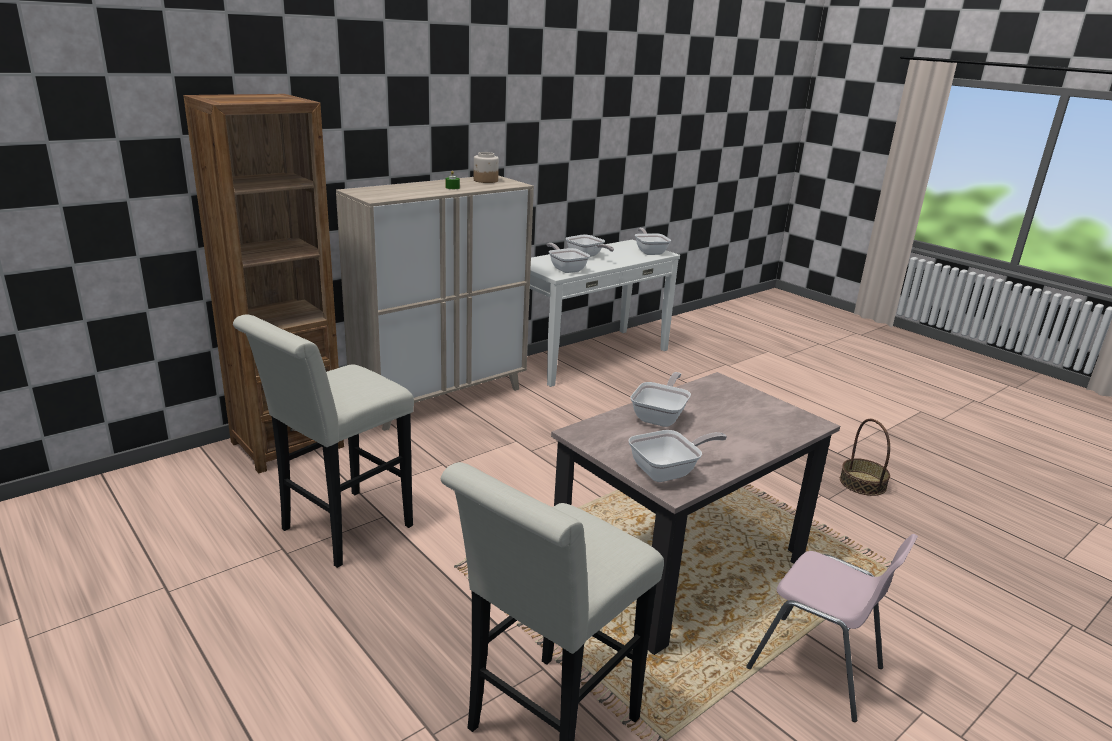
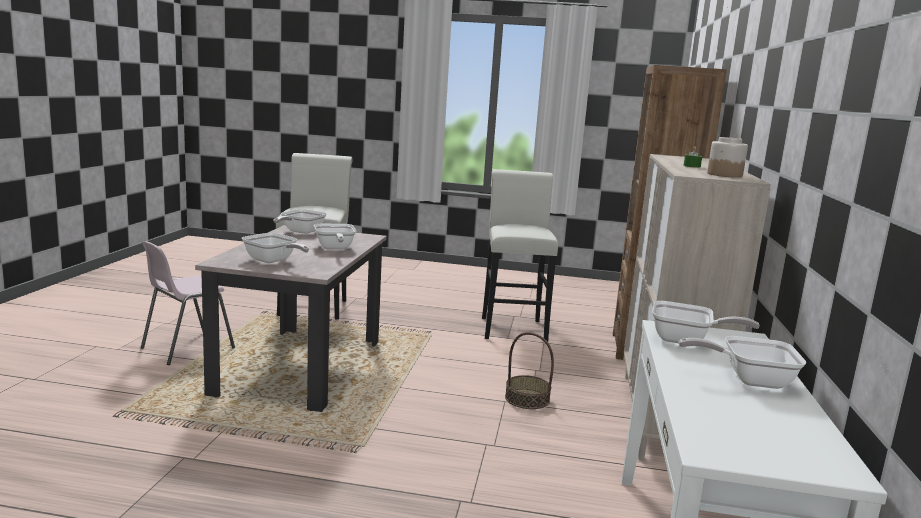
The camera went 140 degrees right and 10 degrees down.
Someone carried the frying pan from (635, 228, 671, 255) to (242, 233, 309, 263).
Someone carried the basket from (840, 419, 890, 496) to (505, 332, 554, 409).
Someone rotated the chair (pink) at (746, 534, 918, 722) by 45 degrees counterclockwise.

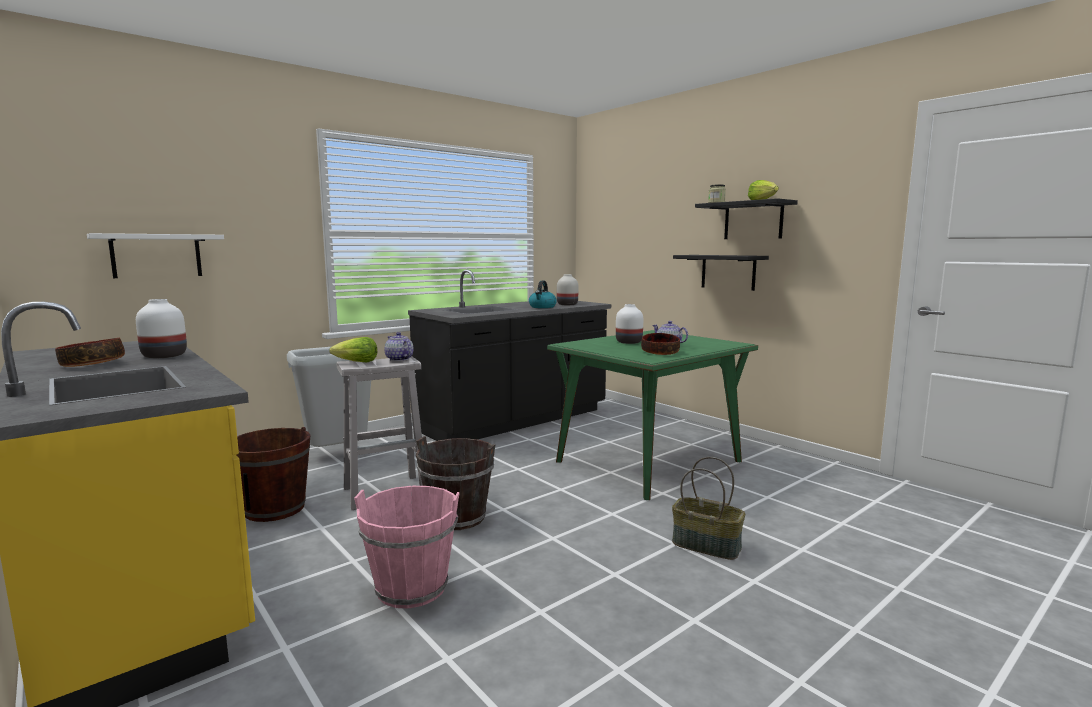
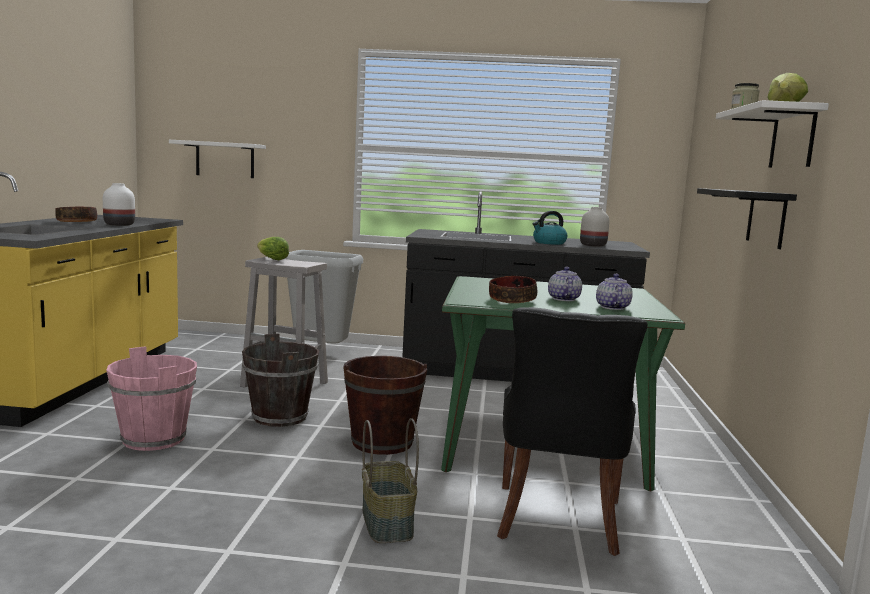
The camera went 45 degrees right and 0 degrees up.
Someone repainted the shelf (black) at (695, 198, 798, 239), which became the shelf (white) at (716, 100, 829, 168).
Someone took away the vase (white) at (616, 304, 643, 344).
Someone carried the teapot from (385, 332, 413, 361) to (596, 274, 633, 310).
Someone carried the bucket (brown) from (237, 427, 311, 522) to (343, 356, 427, 455).
Someone put down the chair (black) at (497, 307, 648, 556).

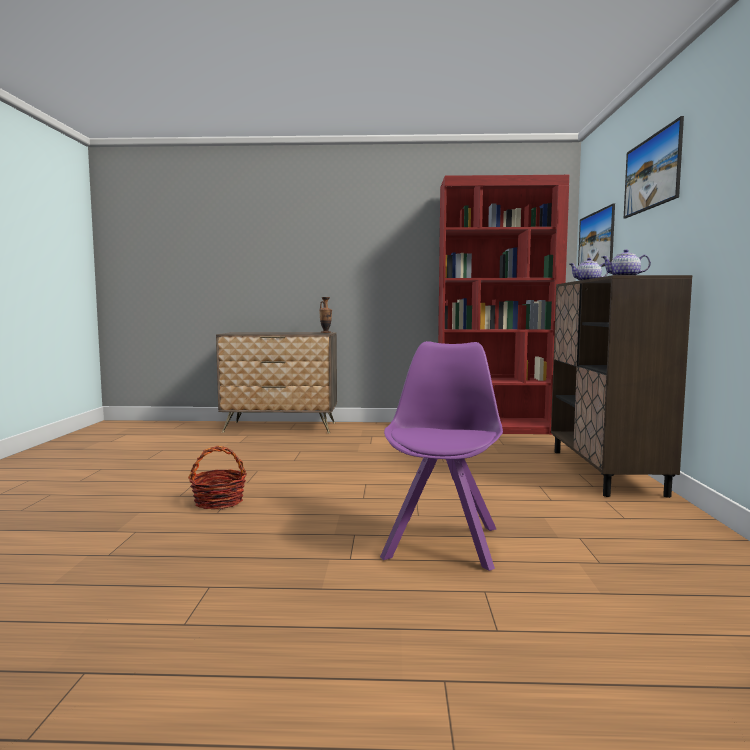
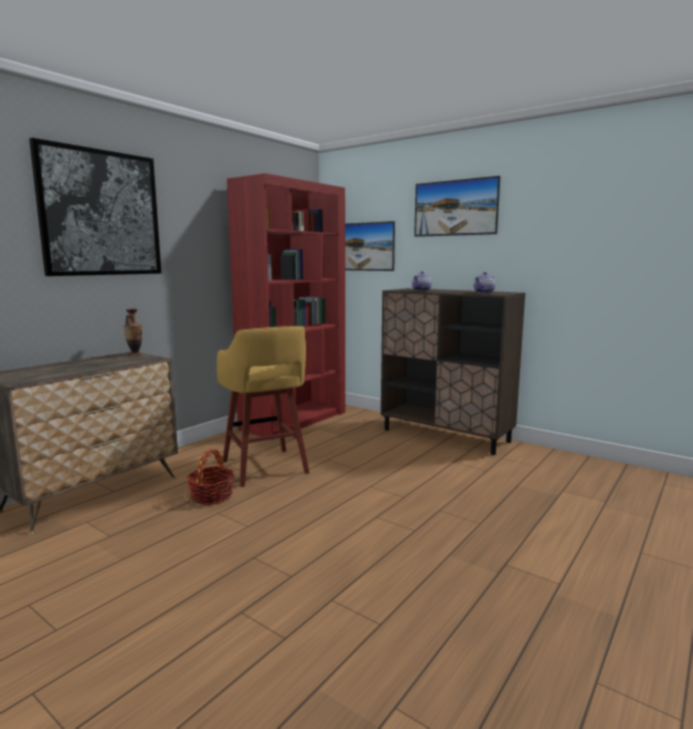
The camera went 55 degrees left and 5 degrees up.
Someone took away the chair (purple) at (380, 341, 503, 571).
Someone carried the basket from (188, 446, 247, 509) to (187, 449, 235, 505).
Someone put up the picture at (29, 138, 161, 276).
Someone put down the stool (yellow) at (217, 326, 310, 487).

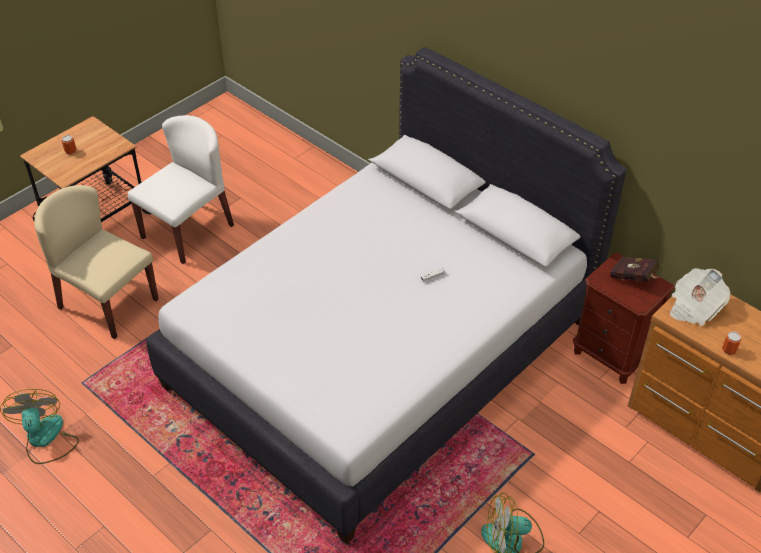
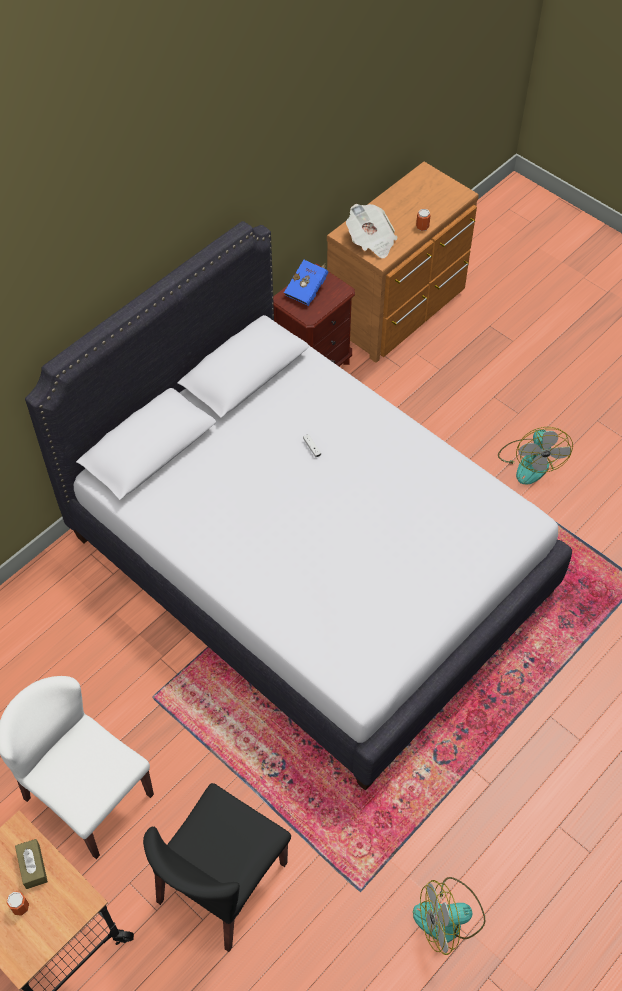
The camera went 90 degrees left and 10 degrees up.
Someone repainted the chair (beige) at (34, 185, 158, 339), which became the chair (black) at (143, 783, 291, 952).
Someone repainted the book (red) at (610, 257, 660, 282), which became the book (blue) at (284, 260, 328, 306).
Someone put down the tissue box (brown) at (15, 839, 48, 889).

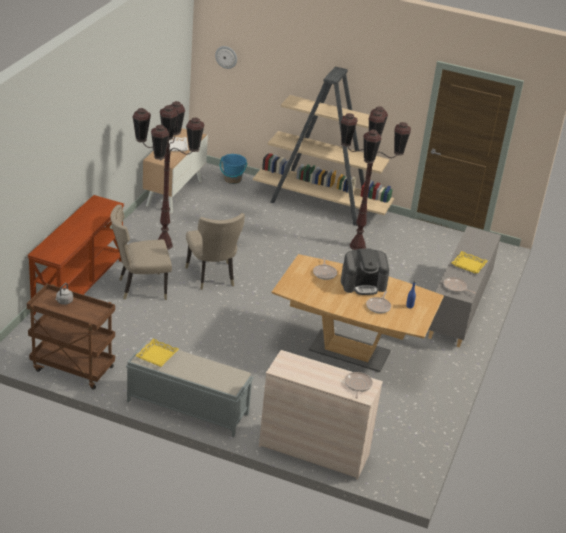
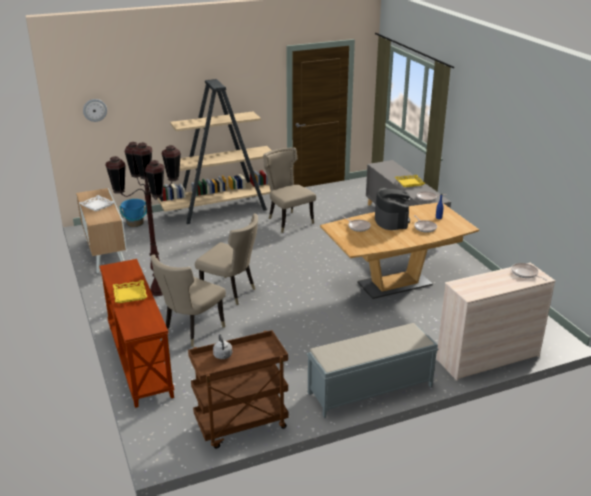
The camera went 40 degrees left and 5 degrees down.
Someone swapped the floor lamp (brown) at (341, 106, 411, 250) for the chair (beige) at (263, 147, 316, 233).
Someone rotated the coffee machine at (341, 248, 389, 295) by 45 degrees counterclockwise.
Someone carried the tray (yellow) from (135, 338, 179, 367) to (113, 280, 147, 303).

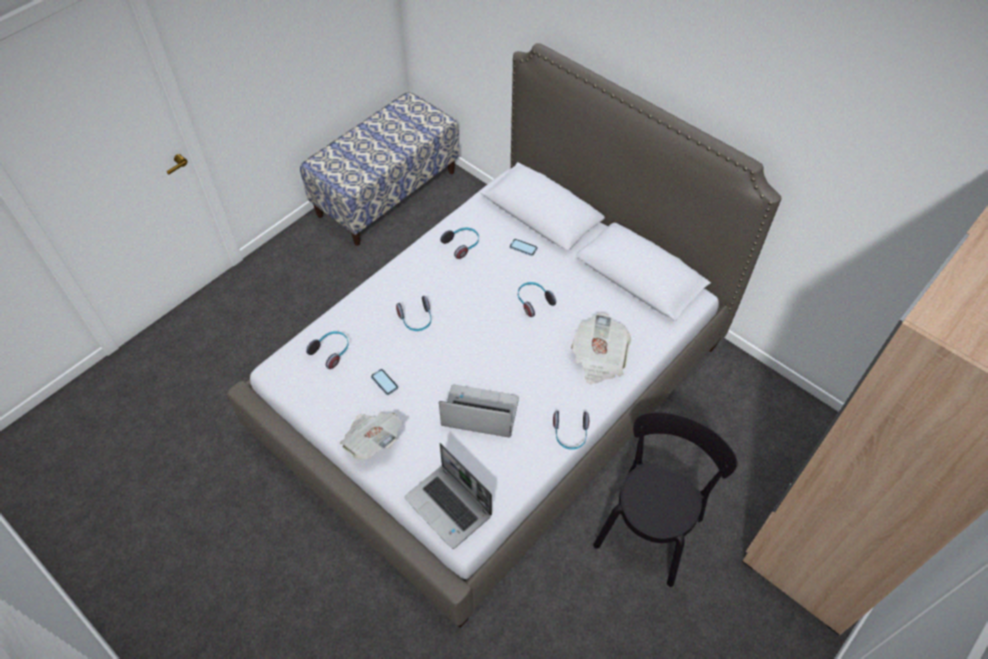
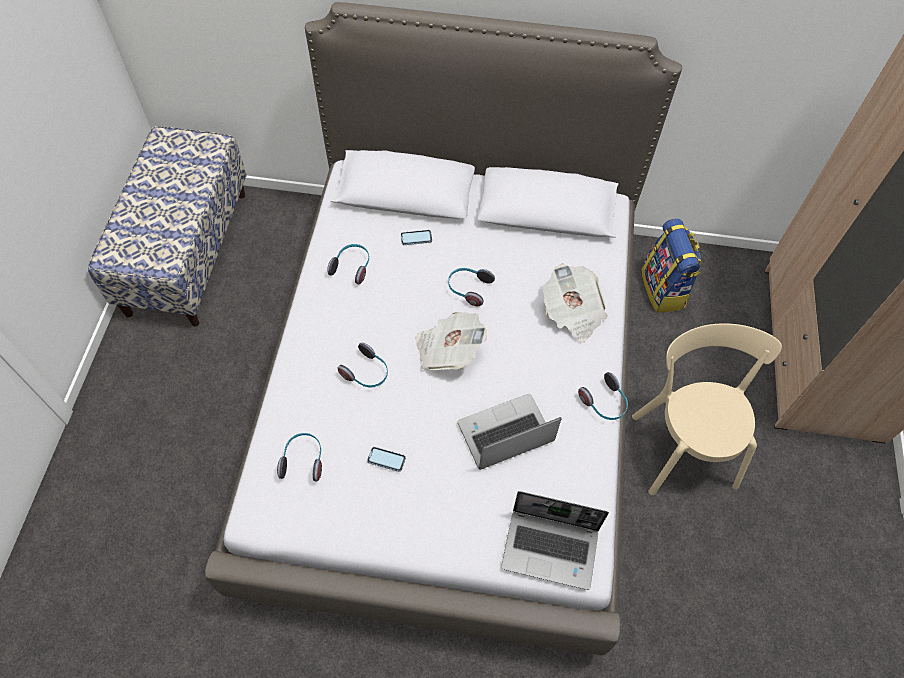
The camera went 35 degrees left and 5 degrees up.
Someone carried the newspaper from (339, 412, 403, 459) to (415, 312, 487, 370).
Someone repainted the chair (black) at (593, 412, 738, 587), which became the chair (beige) at (632, 323, 782, 495).
Someone put down the backpack at (641, 219, 701, 313).

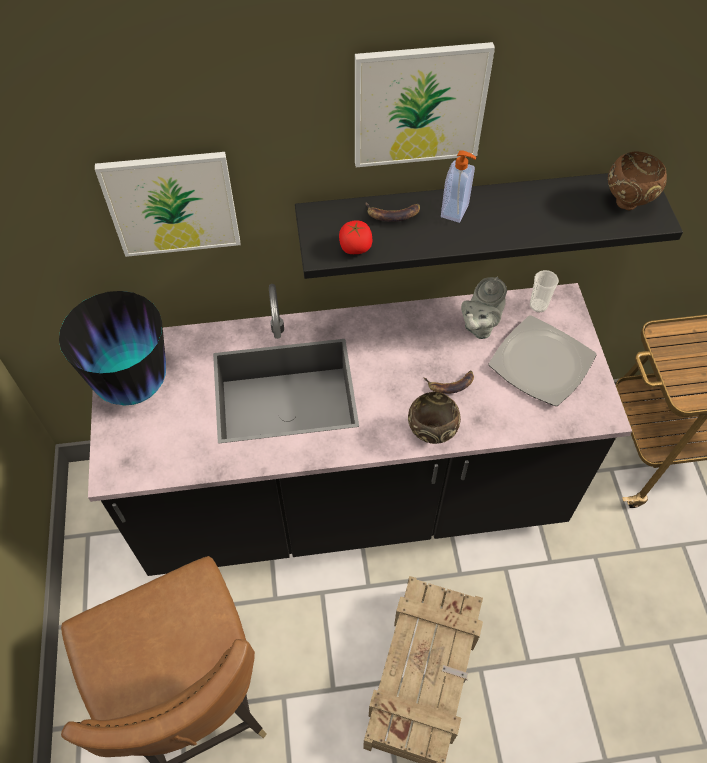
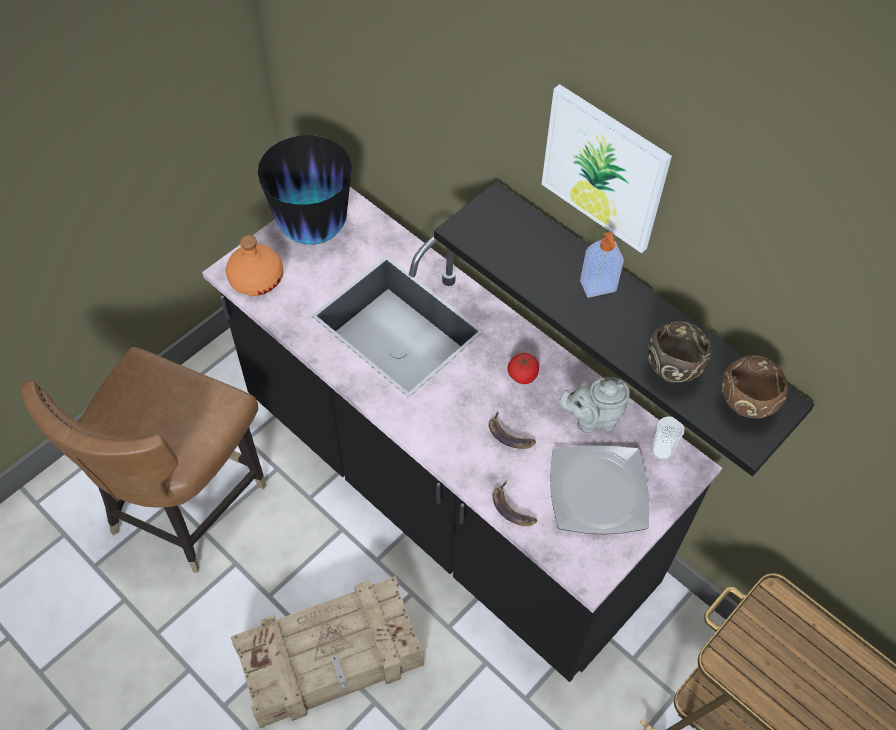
The camera went 50 degrees right and 0 degrees up.
Someone took away the picture at (95, 152, 241, 257).
Someone carried the banana from (365, 202, 420, 222) to (492, 480, 537, 526).
Someone carried the tomato from (339, 220, 373, 254) to (508, 353, 539, 384).
Someone carried the bowl (brown) from (408, 392, 461, 444) to (647, 321, 711, 383).
Someone put down the bottle (orange) at (226, 235, 283, 296).

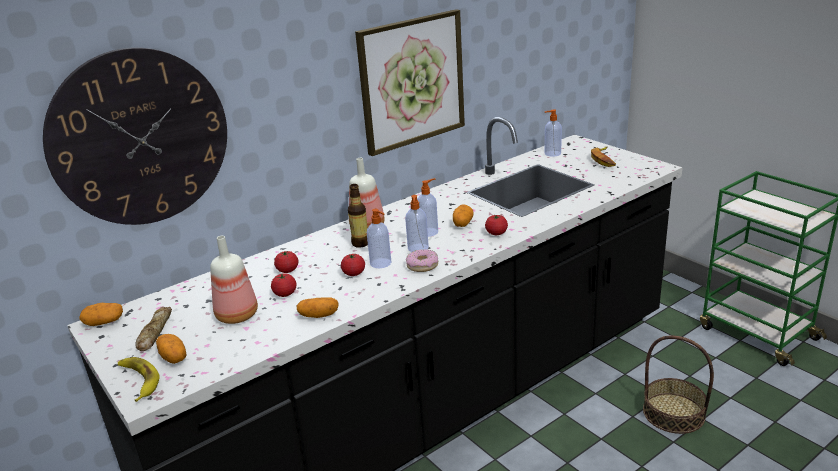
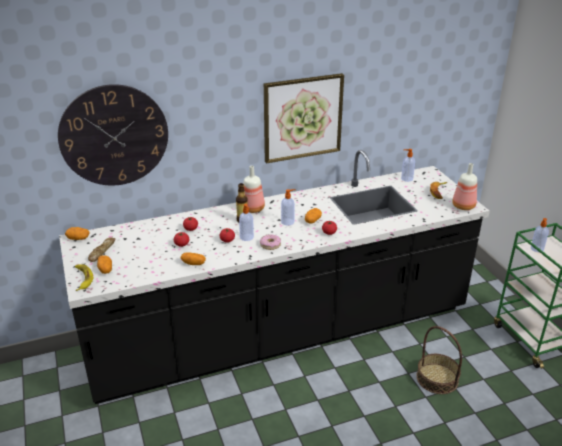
The camera went 15 degrees right and 5 degrees up.
Someone carried the soap dispenser from (405, 195, 429, 252) to (531, 218, 549, 252).
Someone carried the bottle from (210, 236, 258, 324) to (452, 163, 477, 210).

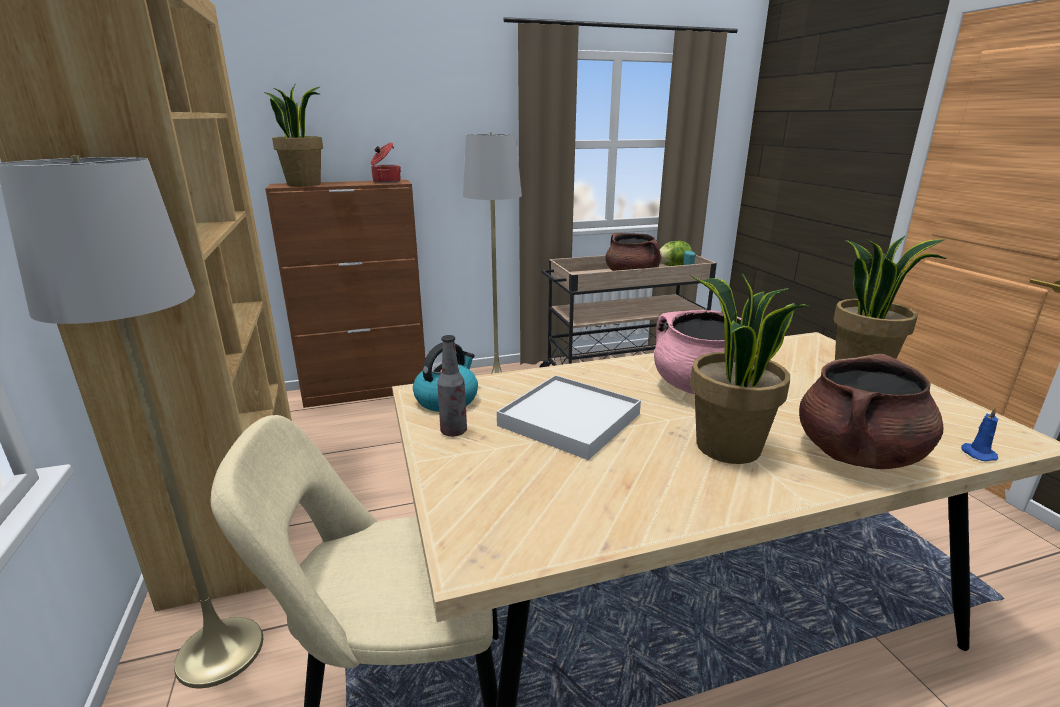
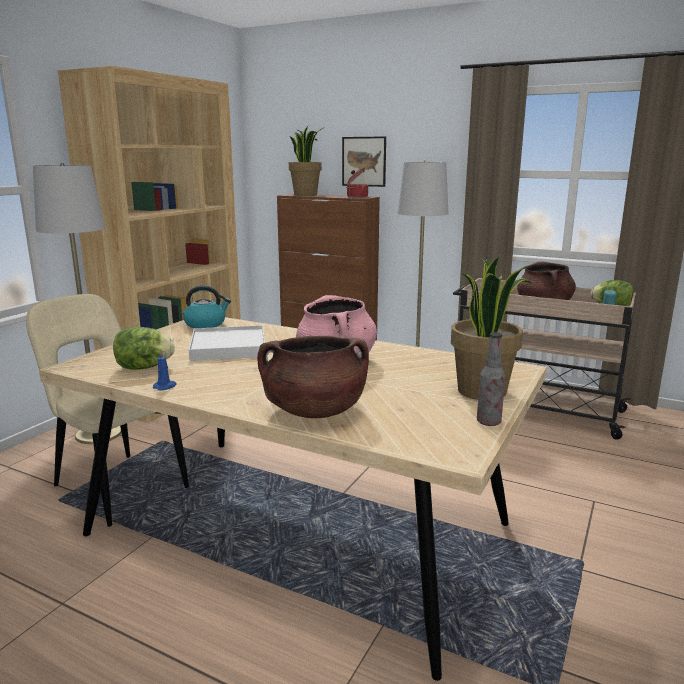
The camera went 45 degrees right and 5 degrees down.
Someone took away the potted plant at (690, 273, 810, 464).
Someone carried the bottle from (437, 335, 467, 437) to (477, 332, 505, 426).
Someone carried the candle (blue) from (961, 406, 998, 461) to (153, 350, 177, 390).
Someone put up the picture at (342, 136, 386, 187).
Someone put down the lettuce at (113, 327, 175, 370).

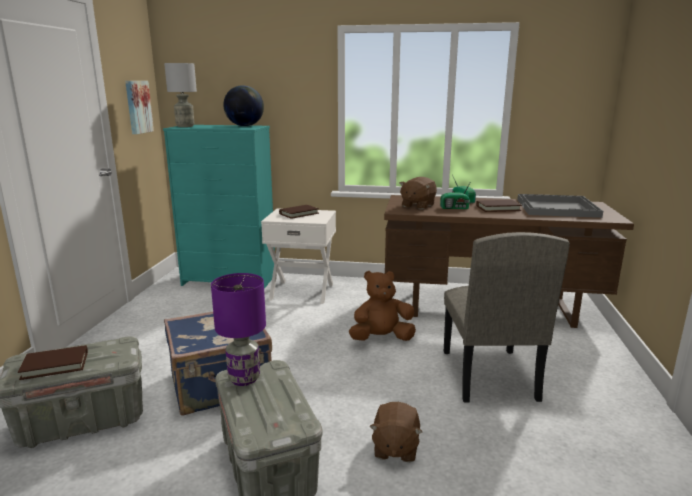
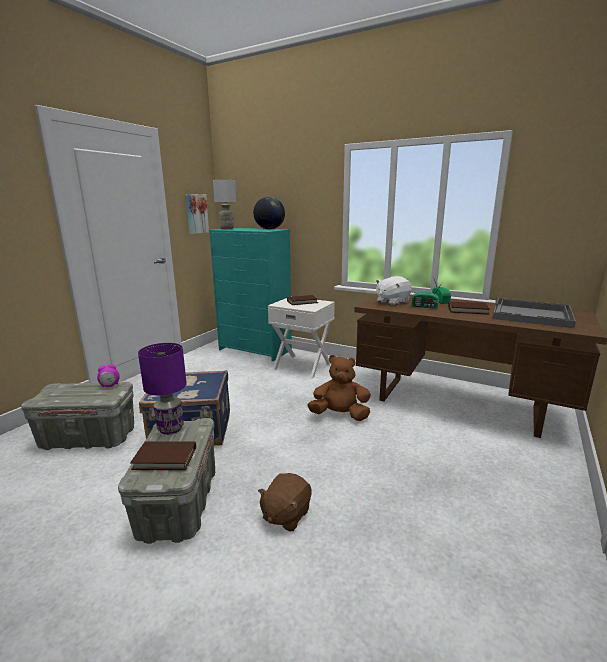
The camera went 20 degrees right and 0 degrees up.
Someone repainted the plush toy (brown) at (399, 177, 437, 209), which became the plush toy (white) at (376, 276, 412, 306).
Someone took away the chair (beige) at (444, 232, 570, 402).
Someone carried the book (brown) from (18, 345, 88, 380) to (130, 441, 196, 470).
Someone put down the alarm clock at (97, 364, 120, 387).

